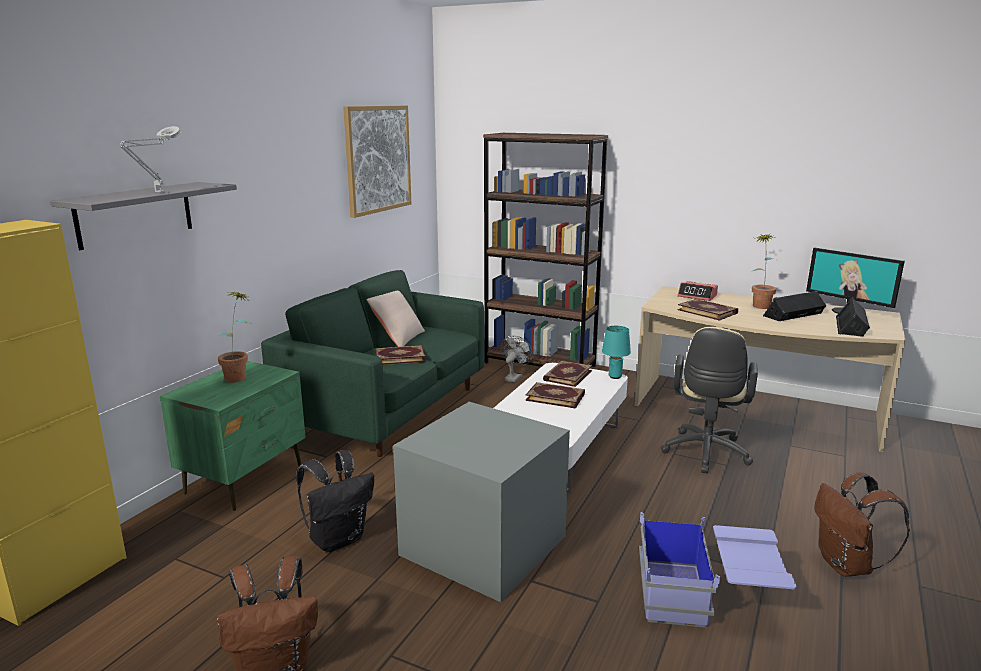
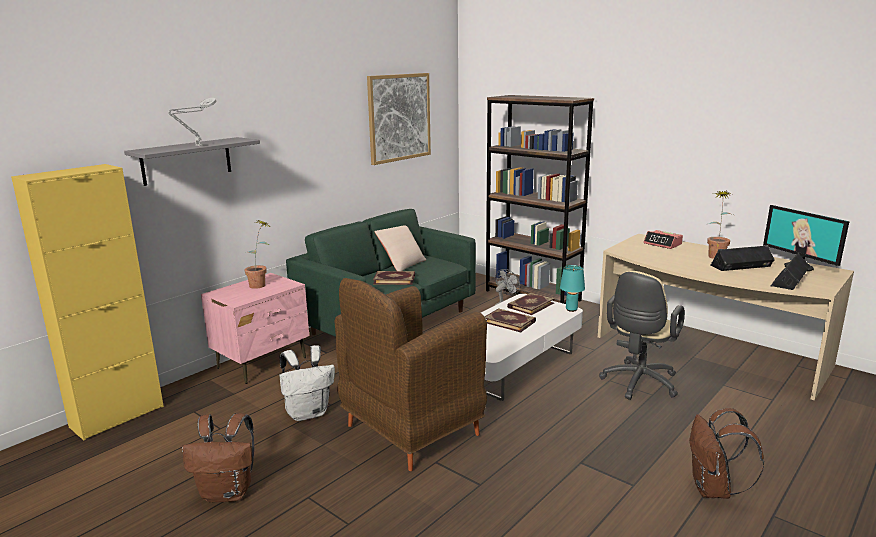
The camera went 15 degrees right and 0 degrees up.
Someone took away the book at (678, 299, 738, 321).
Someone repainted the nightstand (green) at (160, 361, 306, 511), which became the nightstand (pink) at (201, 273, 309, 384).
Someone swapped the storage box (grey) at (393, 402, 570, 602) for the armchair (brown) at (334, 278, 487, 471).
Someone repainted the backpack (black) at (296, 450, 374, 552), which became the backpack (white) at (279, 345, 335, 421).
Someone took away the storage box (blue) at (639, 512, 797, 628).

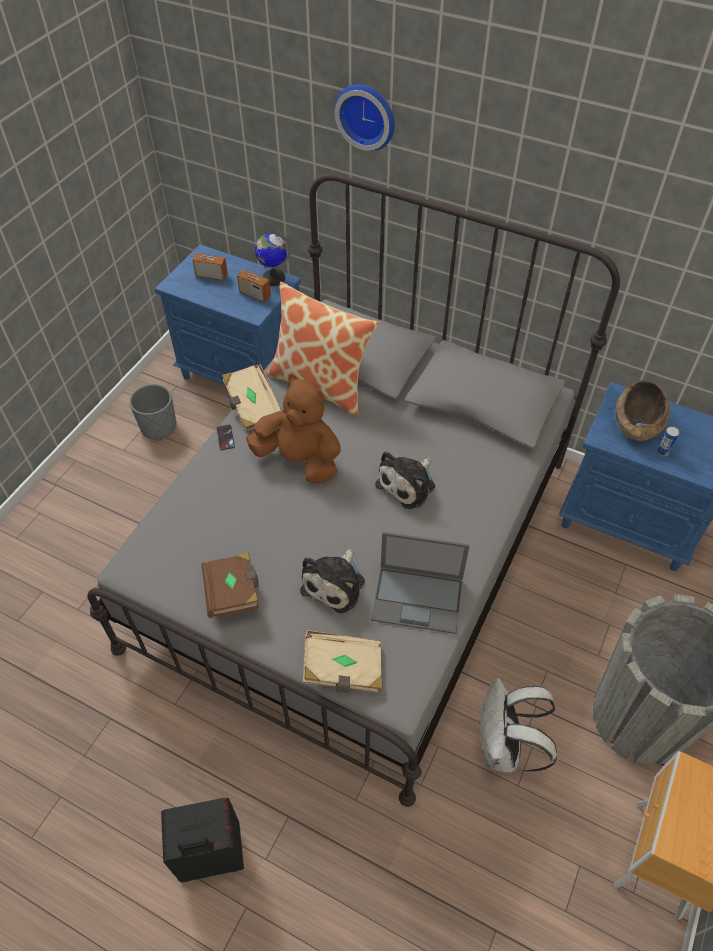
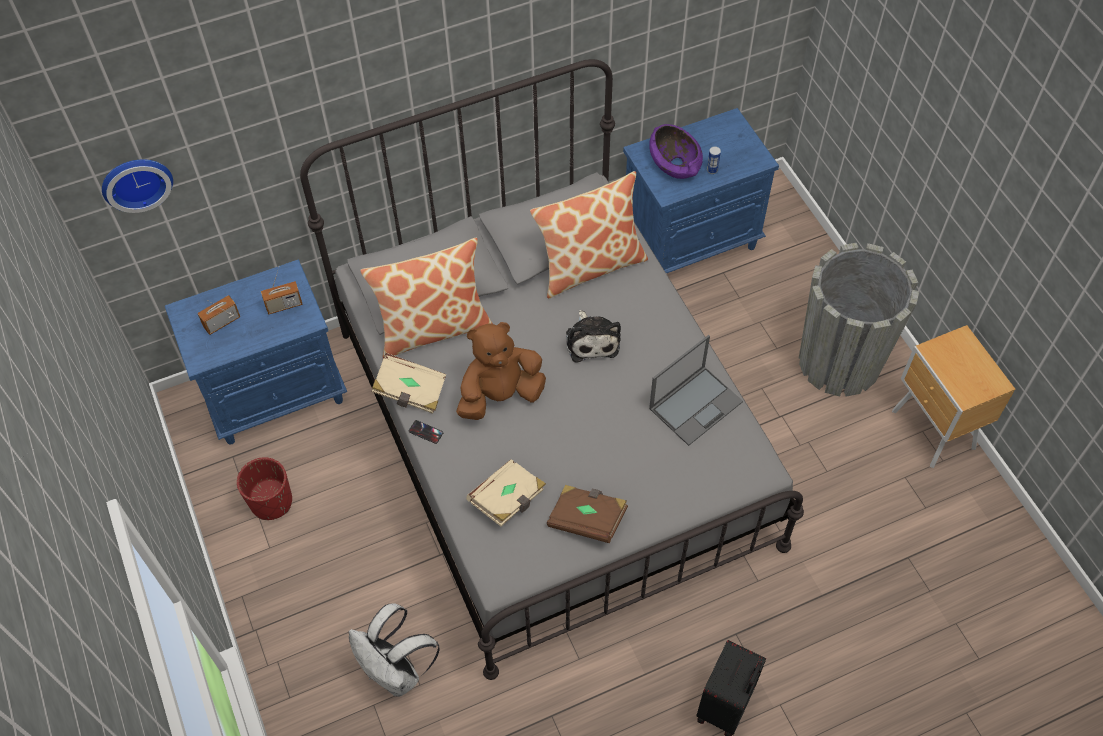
The camera went 50 degrees left and 5 degrees up.
Someone carried the wall clock from (335, 84, 395, 151) to (102, 159, 173, 213).
Someone took away the globe at (255, 232, 292, 286).
Someone repainted the bowl (brown) at (615, 380, 670, 441), which became the bowl (purple) at (649, 124, 703, 179).
Someone repainted the planter (grey) at (129, 384, 177, 441), which became the planter (red) at (237, 457, 292, 520).
Someone took away the plush toy at (300, 548, 365, 613).
Someone carried the book (beige) from (303, 630, 382, 693) to (466, 459, 546, 526).
Someone carried the backpack (white) from (479, 678, 557, 773) to (349, 603, 440, 697).
Someone put down the pillow at (530, 171, 648, 299).

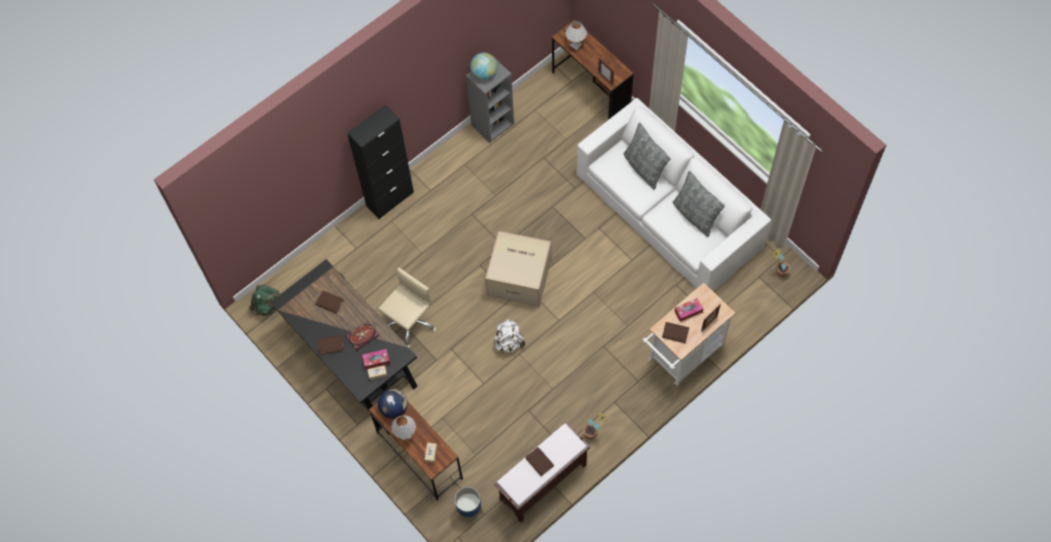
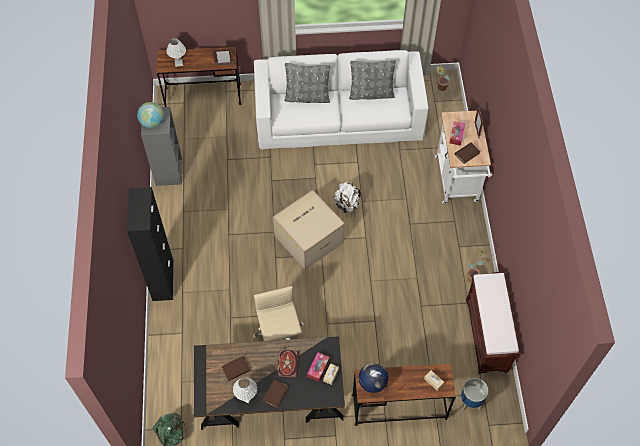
The camera went 55 degrees left and 5 degrees down.
Someone carried the backpack (white) from (494, 319, 525, 353) to (333, 182, 361, 213).
Someone carried the table lamp (white) from (391, 415, 416, 440) to (233, 377, 257, 403).
Someone took away the book (brown) at (525, 447, 554, 476).

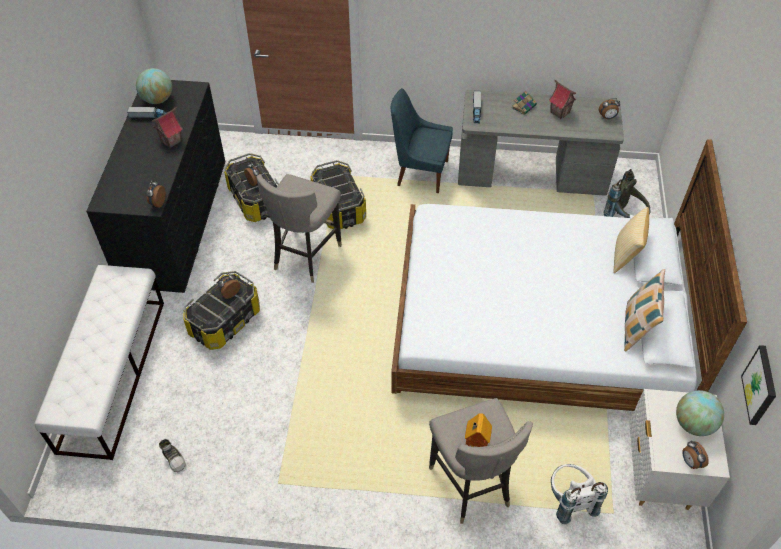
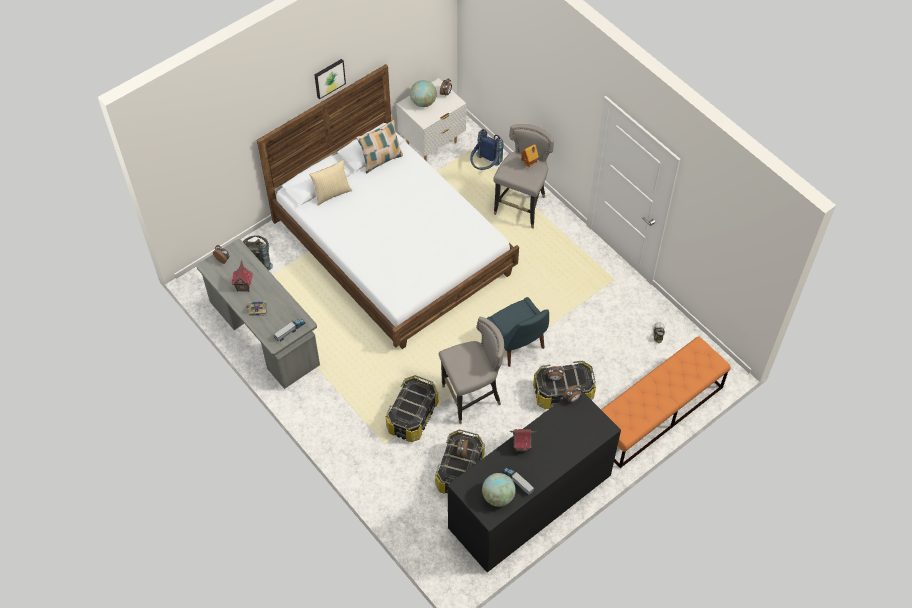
The camera went 135 degrees left and 5 degrees up.
Someone carried the chair (blue) from (391, 88, 453, 193) to (486, 297, 549, 367).
Someone repainted the bench (white) at (34, 265, 164, 460), which became the bench (orange) at (601, 336, 730, 468).
Someone carried the picture from (741, 345, 776, 425) to (314, 59, 346, 100).
Someone repainted the backpack (white) at (551, 464, 608, 524), which became the backpack (blue) at (470, 129, 503, 170).

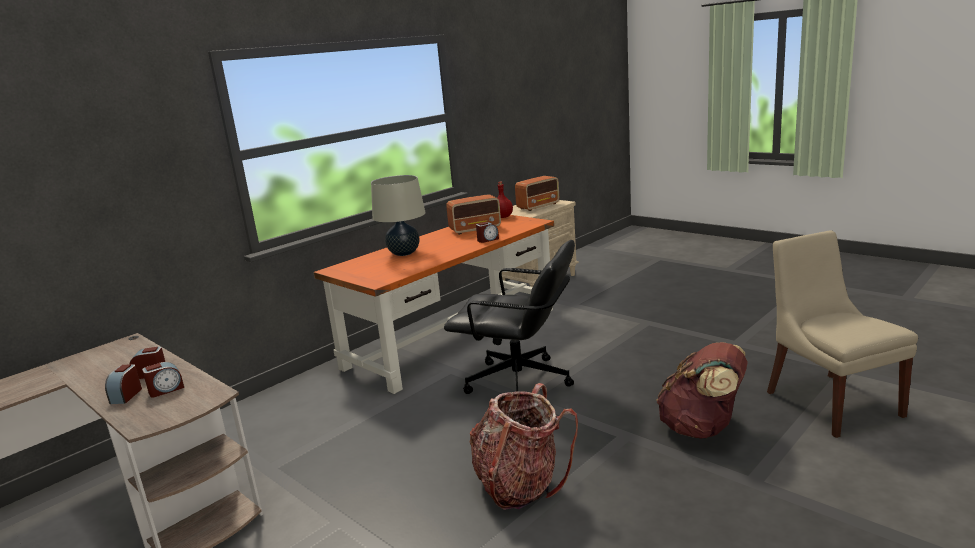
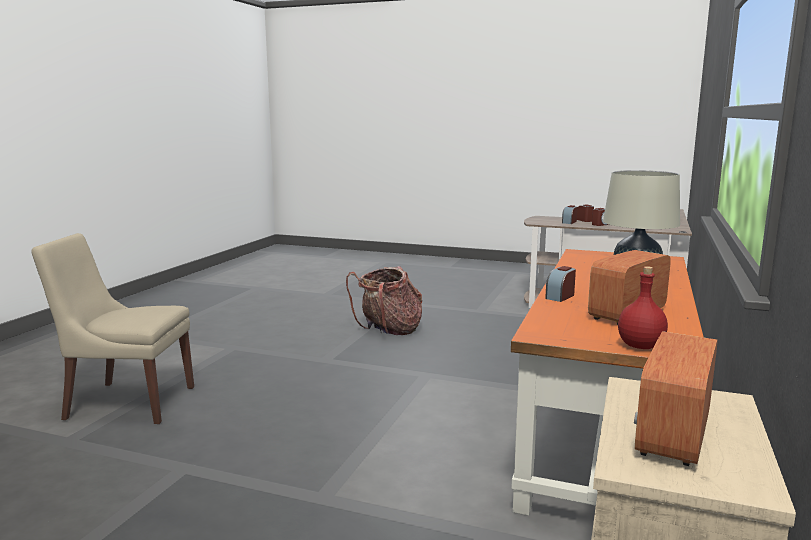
The camera went 155 degrees right and 5 degrees down.
Someone rotated the chair (beige) at (767, 230, 918, 438) by 135 degrees clockwise.
Someone took away the office chair (black) at (444, 240, 575, 394).
Someone took away the backpack (brown) at (656, 342, 748, 439).

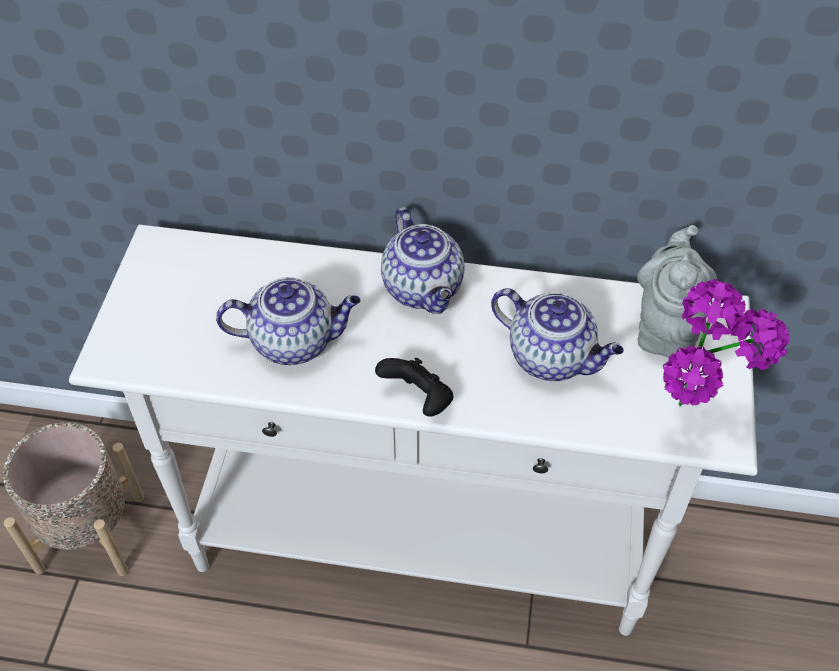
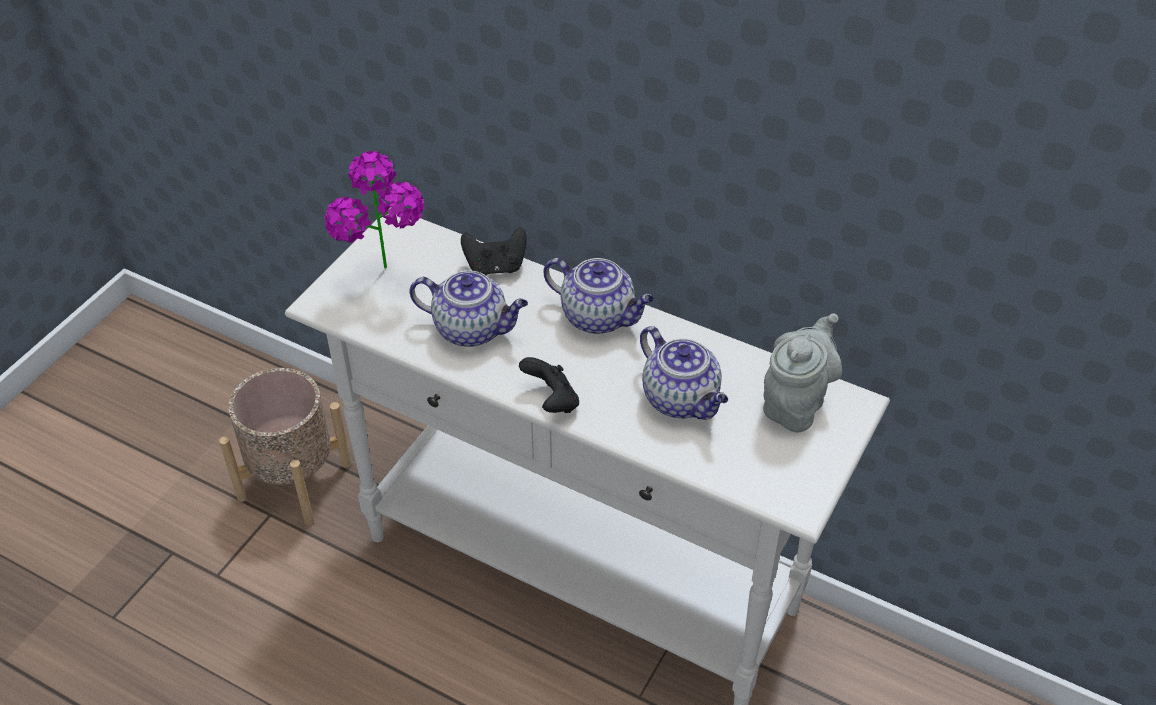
The camera went 20 degrees right and 5 degrees down.
Someone rotated the teapot at (381, 207, 465, 314) by 60 degrees counterclockwise.
Someone carried the potted plant from (663, 279, 789, 406) to (324, 151, 424, 268).
Someone put down the game controller (black) at (461, 227, 527, 275).

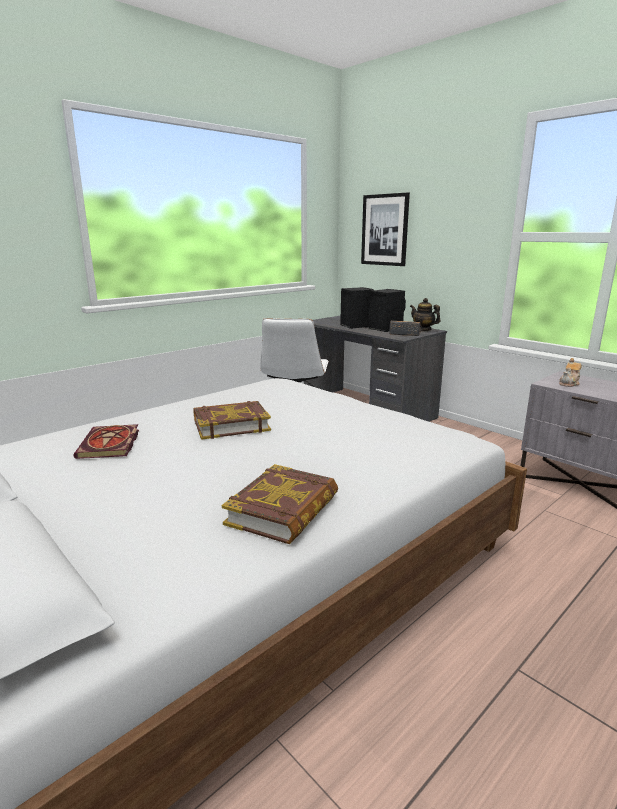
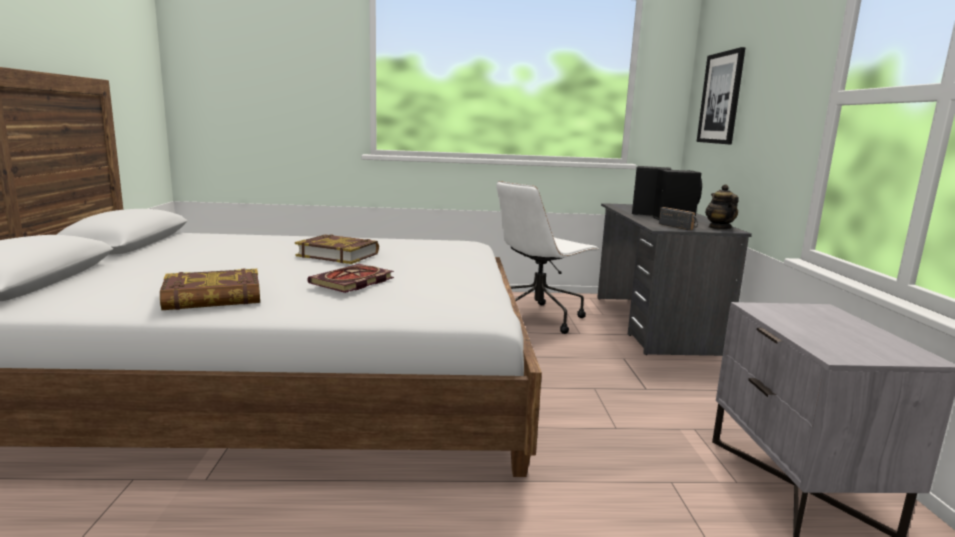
The camera went 40 degrees right and 5 degrees down.
Someone took away the teapot at (559, 358, 581, 387).
Someone carried the book from (73, 424, 139, 459) to (308, 264, 394, 293).

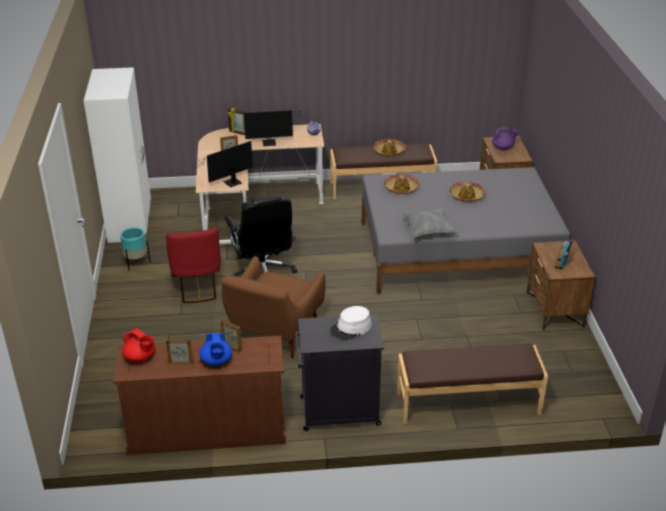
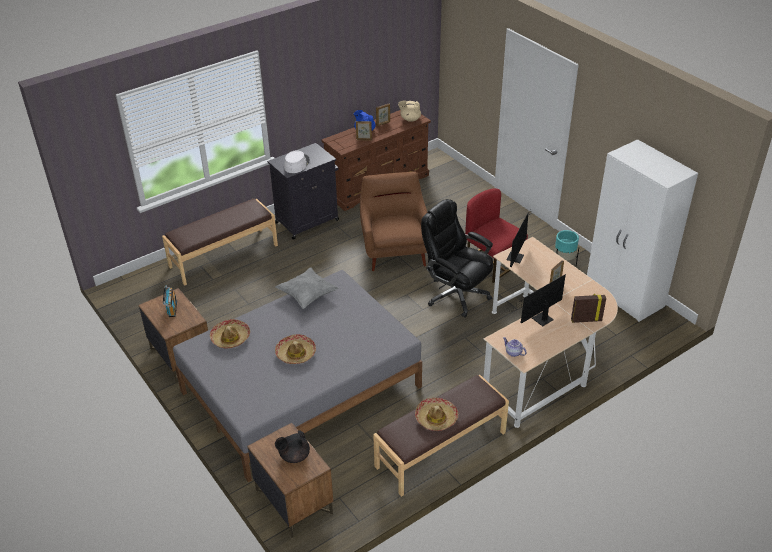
The camera went 150 degrees right and 5 degrees up.
Someone repainted the teapot (purple) at (492, 127, 518, 150), which became the teapot (black) at (275, 430, 310, 463).
Someone carried the hat from (384, 174, 419, 194) to (210, 319, 250, 348).
Someone repainted the teapot (red) at (122, 328, 155, 362), which became the teapot (beige) at (398, 100, 421, 122).

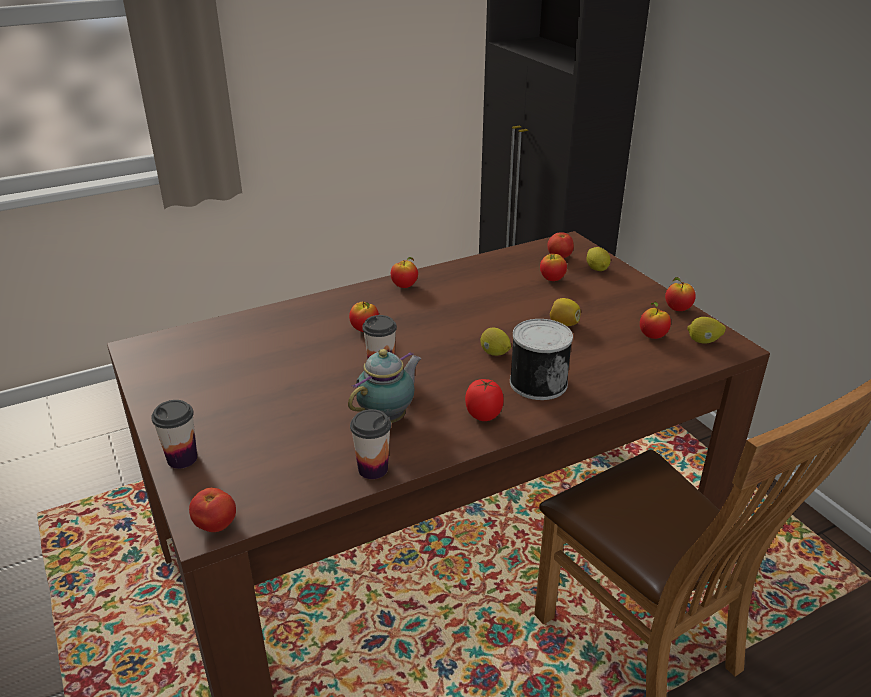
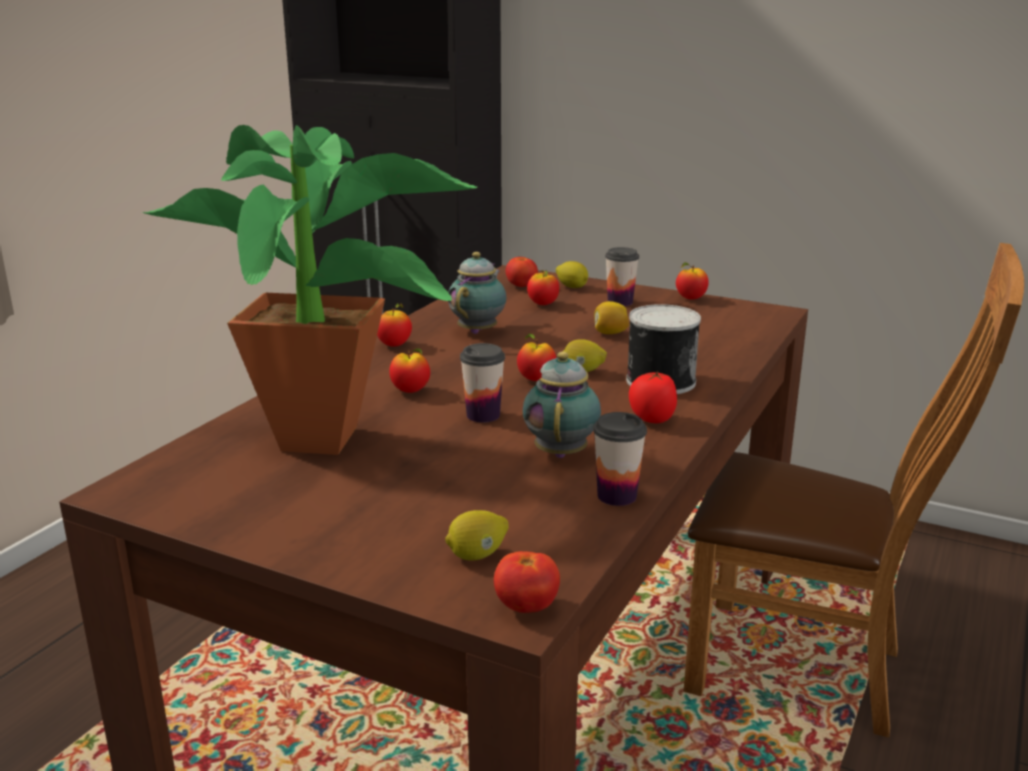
The camera went 35 degrees left and 10 degrees down.
Someone carried the apple from (640, 302, 671, 339) to (517, 333, 556, 381).
Someone carried the lemon from (687, 317, 726, 344) to (445, 510, 509, 561).
Someone carried the cup from (151, 400, 197, 469) to (605, 247, 639, 306).
Someone put down the potted plant at (142, 125, 478, 455).
Someone put down the teapot at (448, 252, 507, 334).

